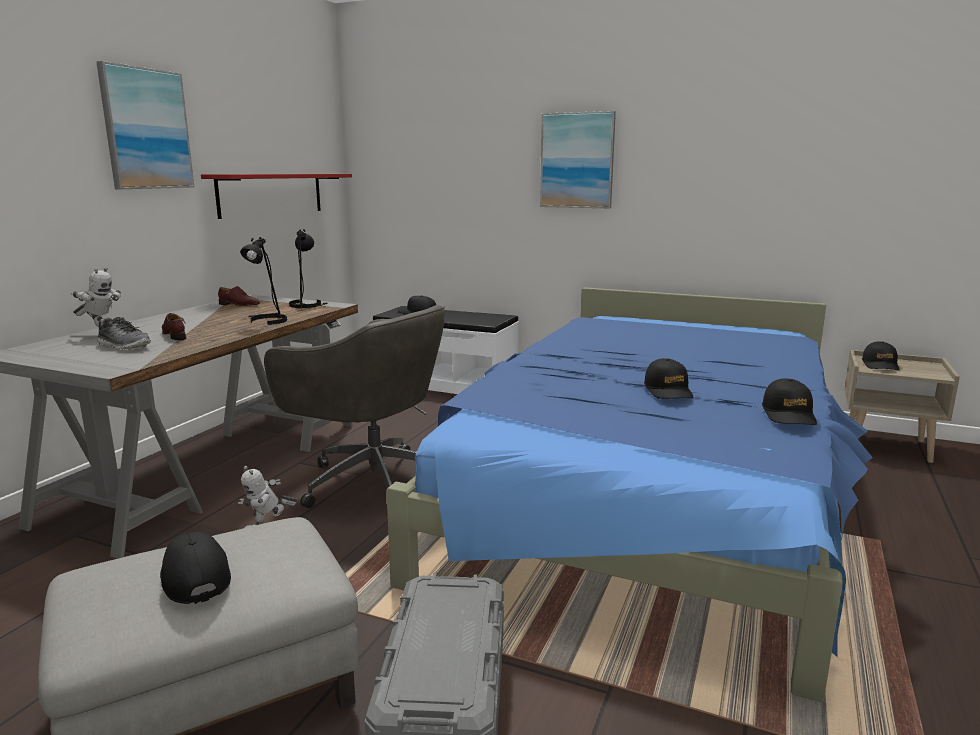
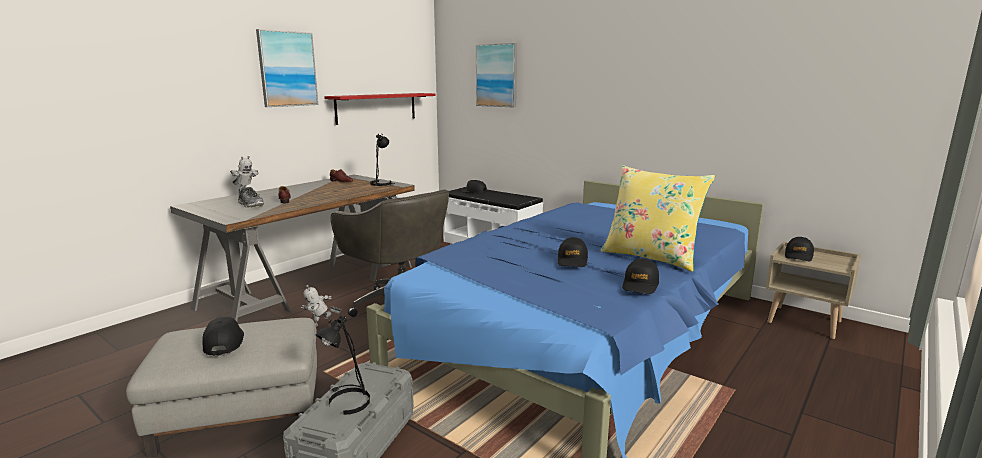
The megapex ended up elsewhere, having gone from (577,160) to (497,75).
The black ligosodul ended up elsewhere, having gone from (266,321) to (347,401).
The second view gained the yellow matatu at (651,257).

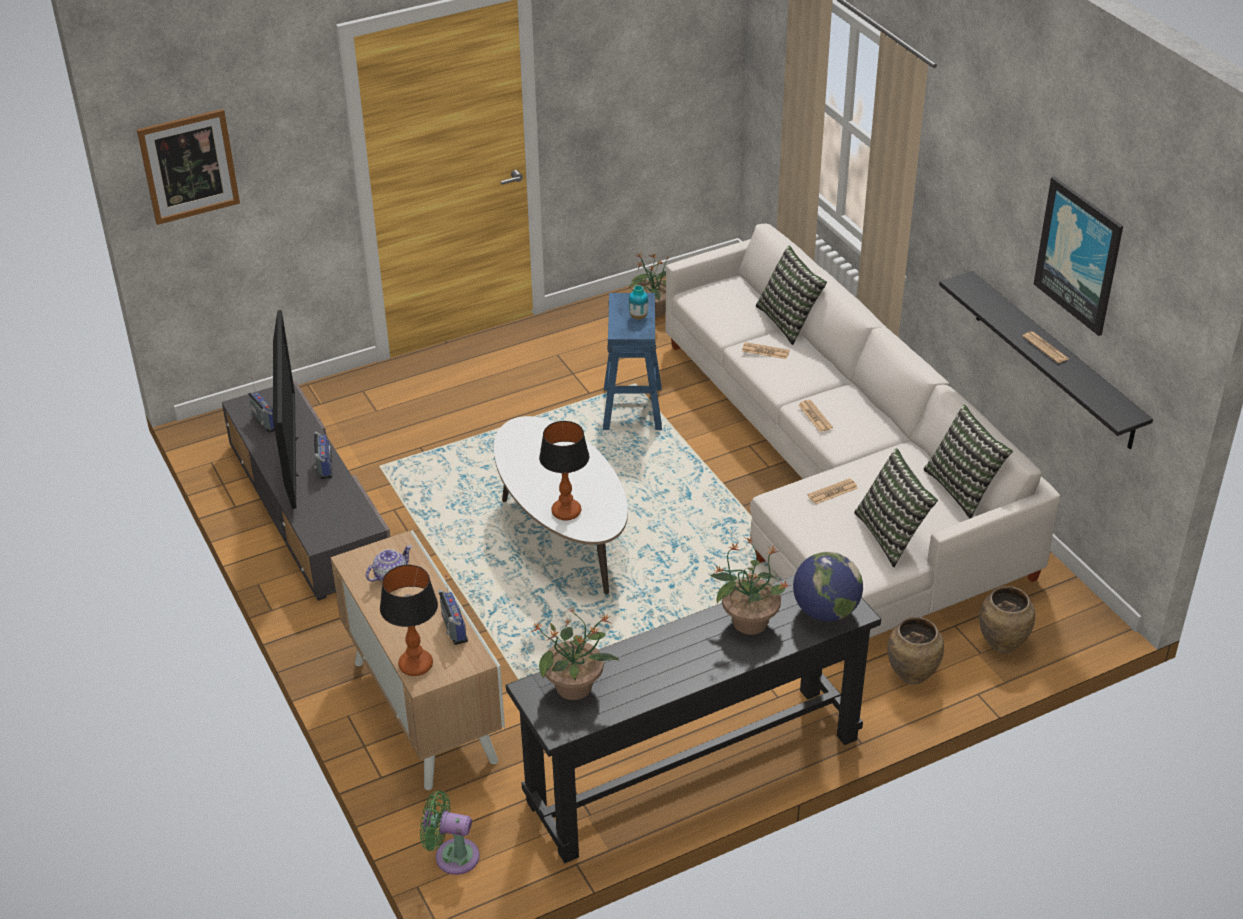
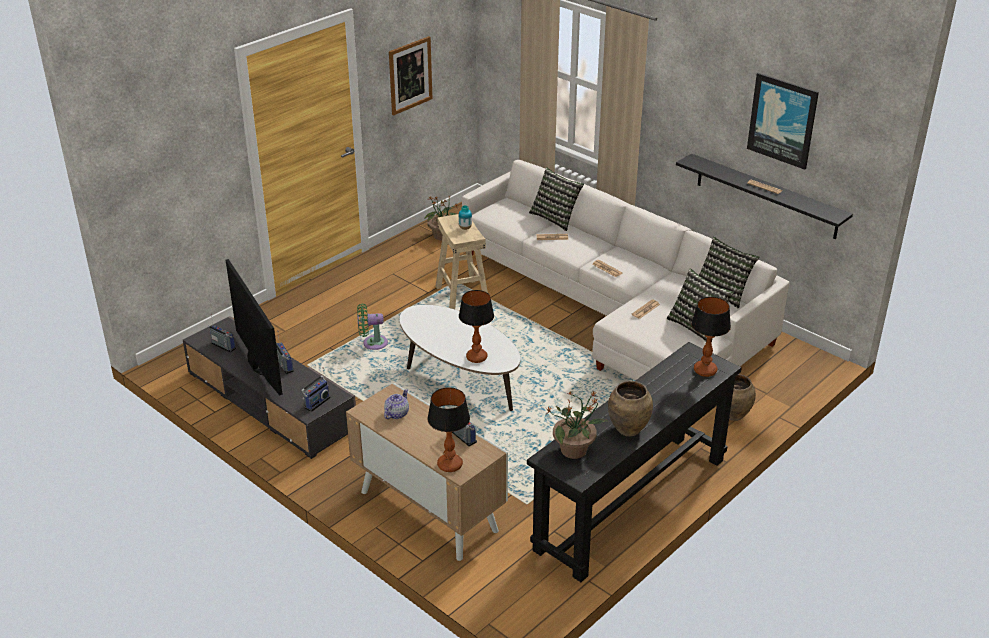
The megapex ended up elsewhere, having gone from (189,166) to (410,75).
What was the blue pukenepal at (631,407) turned into the beige pukenepal at (461,295).
The second view lost the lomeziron at (749,621).
Where the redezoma stood at (825,611), the ligosodul came to stand at (705,370).
The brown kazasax ended up elsewhere, having gone from (1002,644) to (628,430).
The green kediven ended up elsewhere, having gone from (452,855) to (372,343).
The second view gained the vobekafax at (316,402).

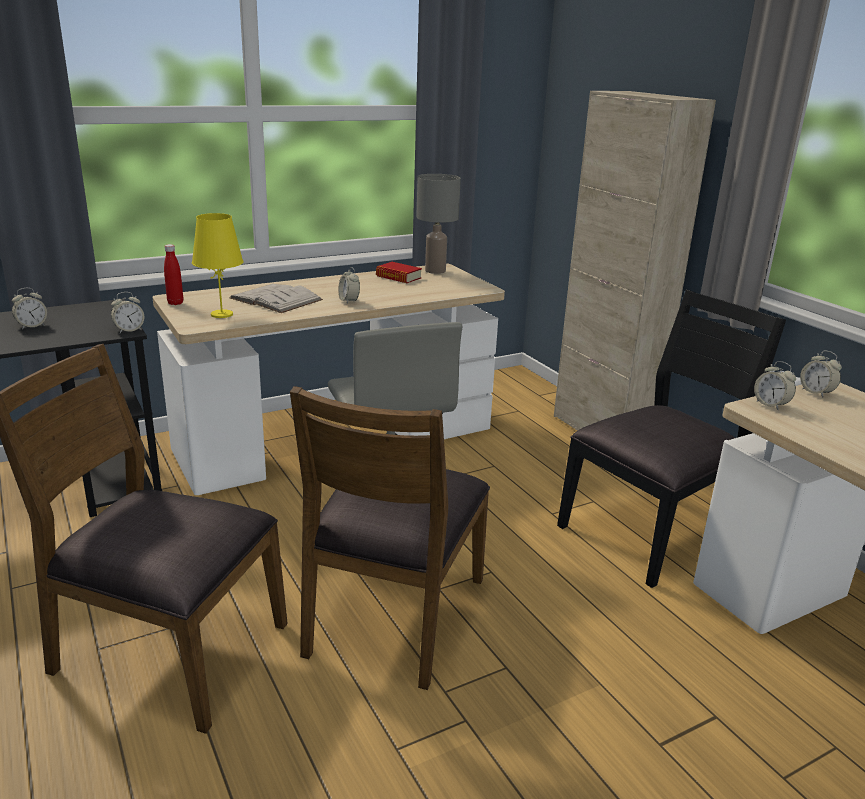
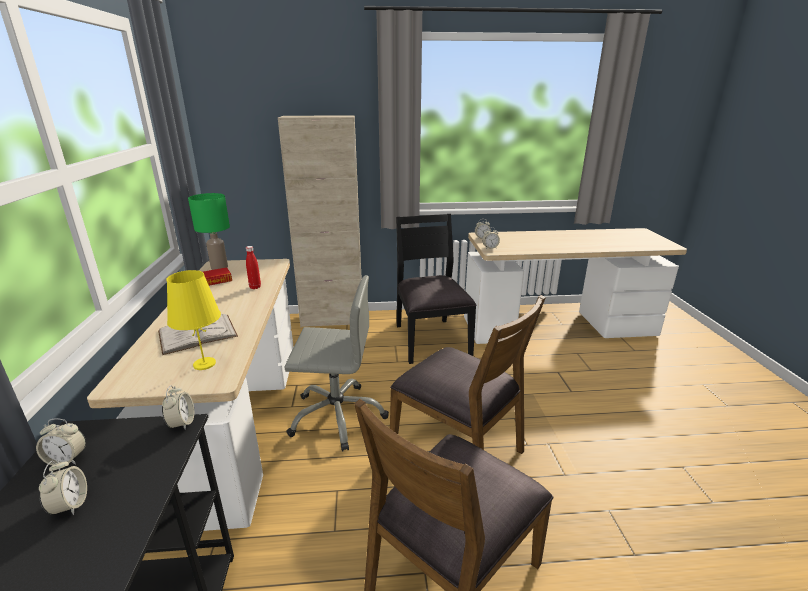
What was the grey ligosodul at (436,271) turned into the green ligosodul at (219,267).
The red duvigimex ended up elsewhere, having gone from (175,303) to (255,287).
The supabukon ended up elsewhere, having gone from (349,301) to (67,459).

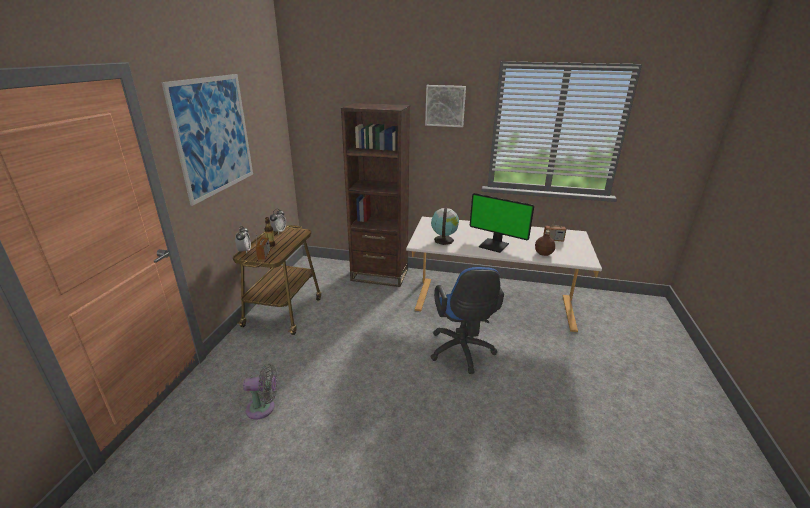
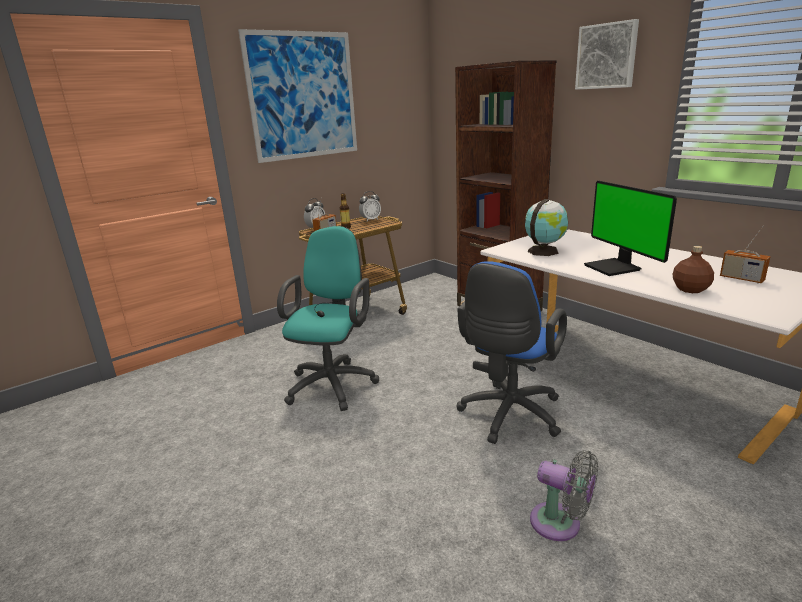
The grey kediven ended up elsewhere, having gone from (263,408) to (560,524).
The second view gained the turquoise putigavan at (333,383).

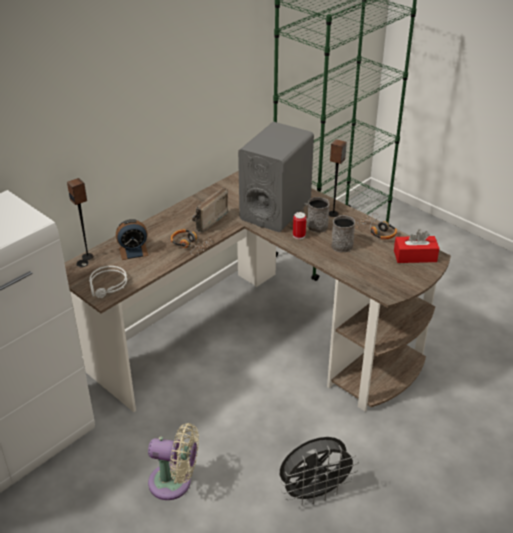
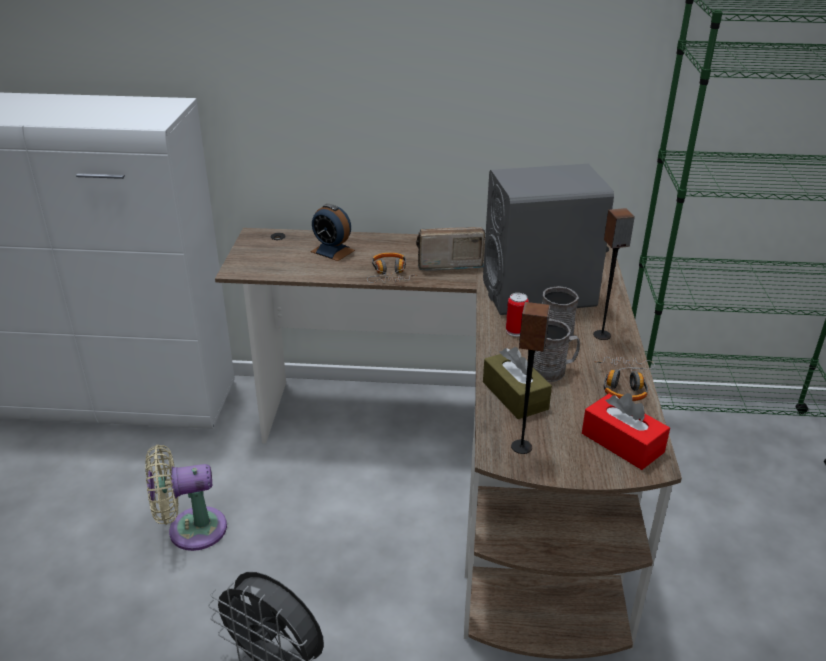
The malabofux ended up elsewhere, having gone from (88,256) to (522,447).
The second view lost the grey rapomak at (108,286).
The beige kediven at (174,483) ended up facing another way, 105 degrees clockwise from before.
The second view gained the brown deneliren at (515,395).

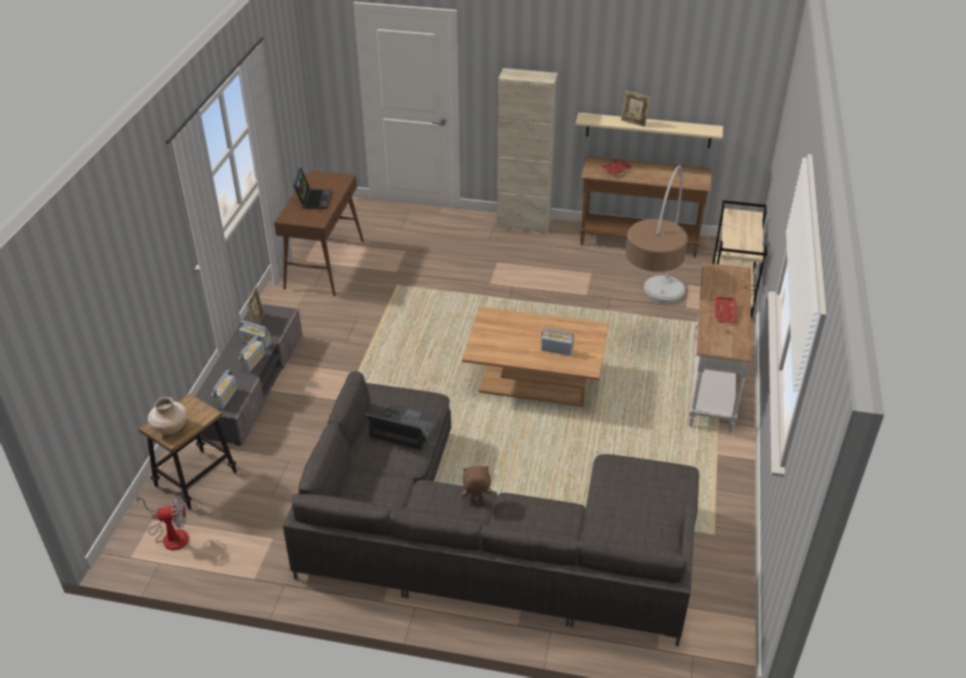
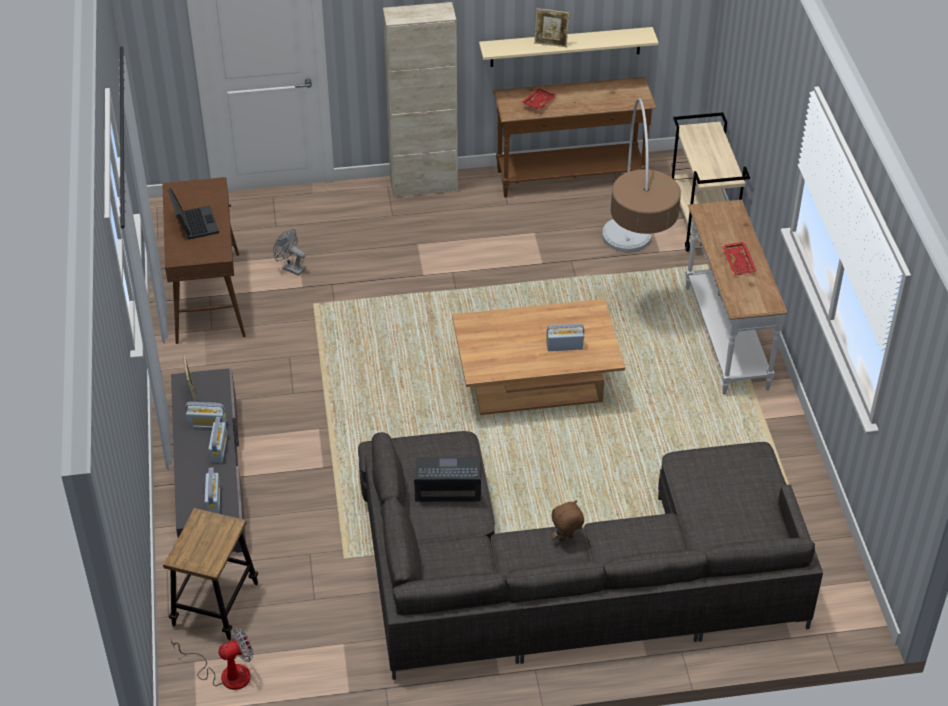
The second view lost the beige kazasax at (171,428).
The second view gained the grey kediven at (290,268).

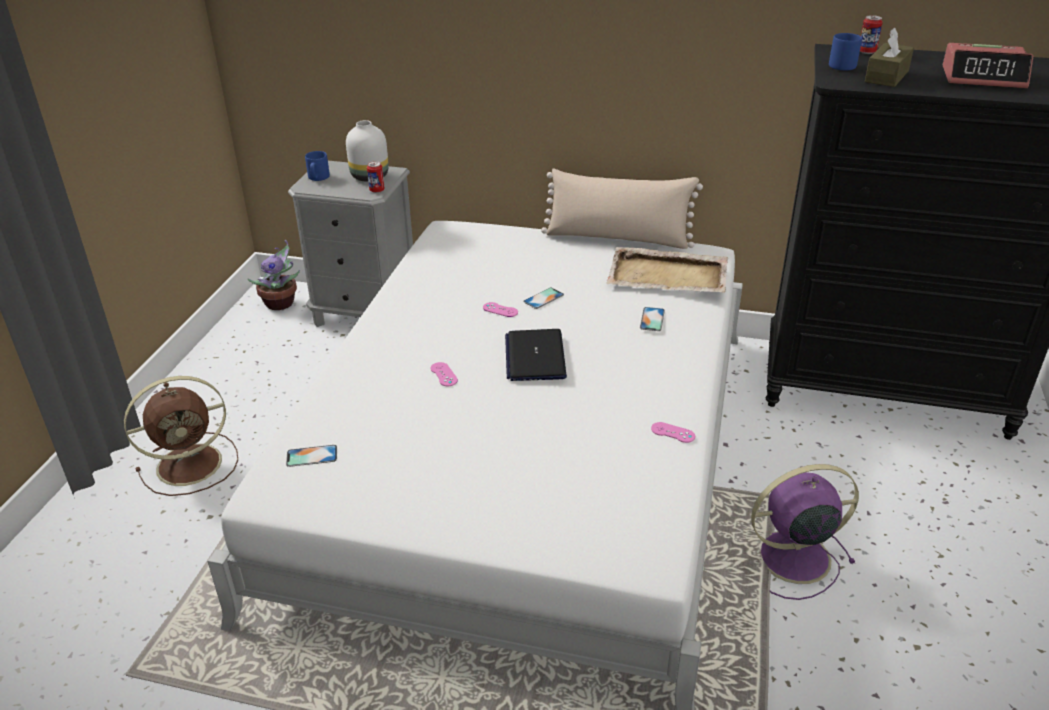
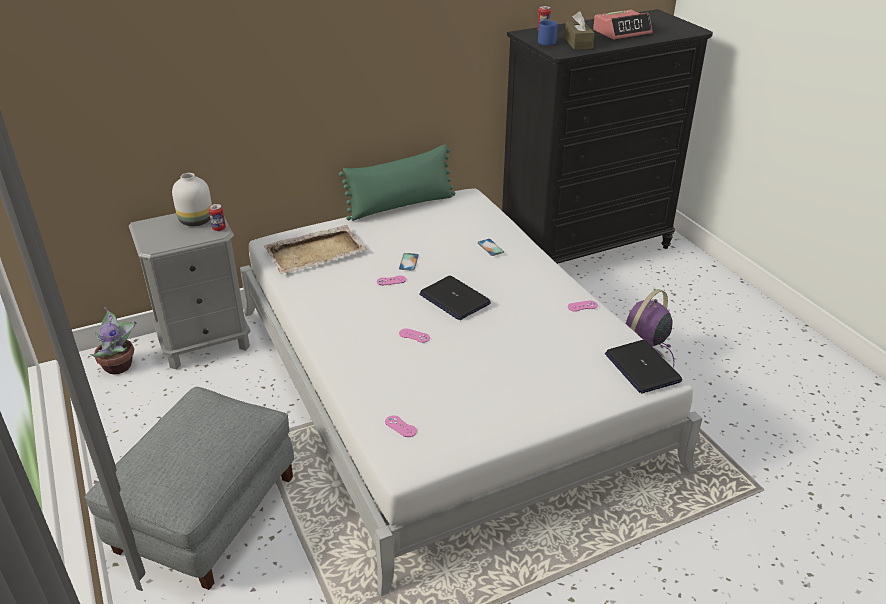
The second view lost the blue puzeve at (318,178).
What was the beige matatu at (618,238) turned into the green matatu at (401,206).
The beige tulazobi ended up elsewhere, having gone from (669,275) to (316,252).
Where the brown kediven stood at (192,463), the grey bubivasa came to stand at (206,512).
Where the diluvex stood at (311,456), the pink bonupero came to stand at (400,426).
The second view gained the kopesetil at (642,367).

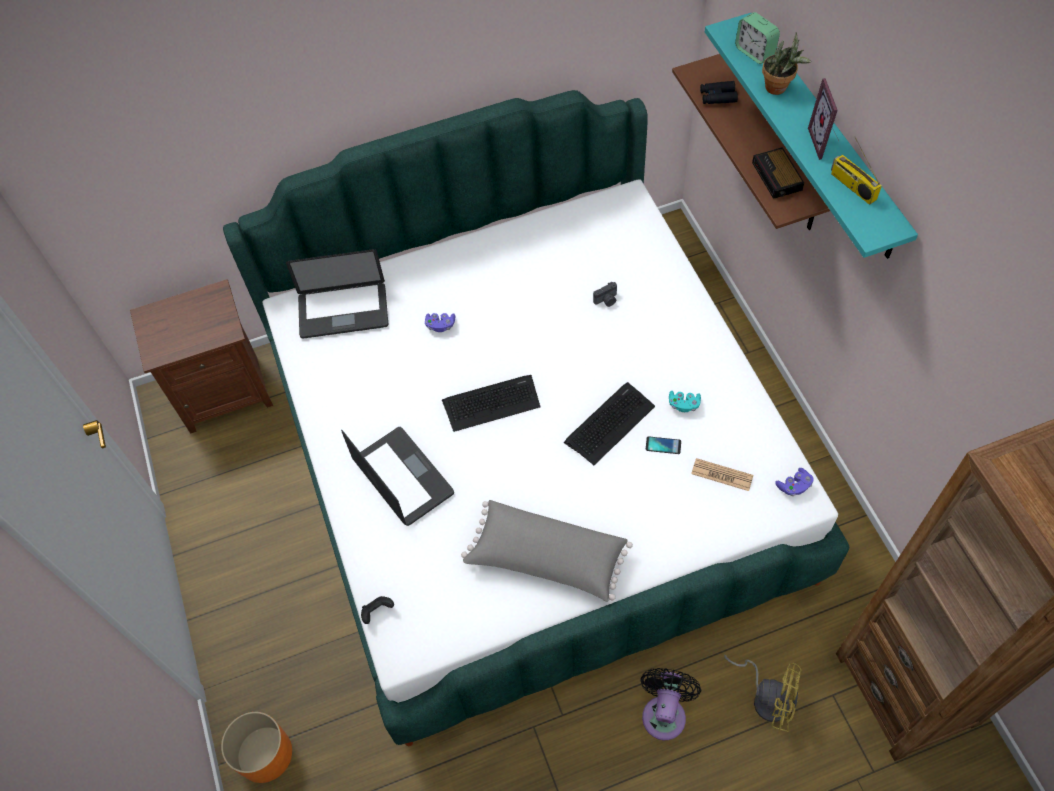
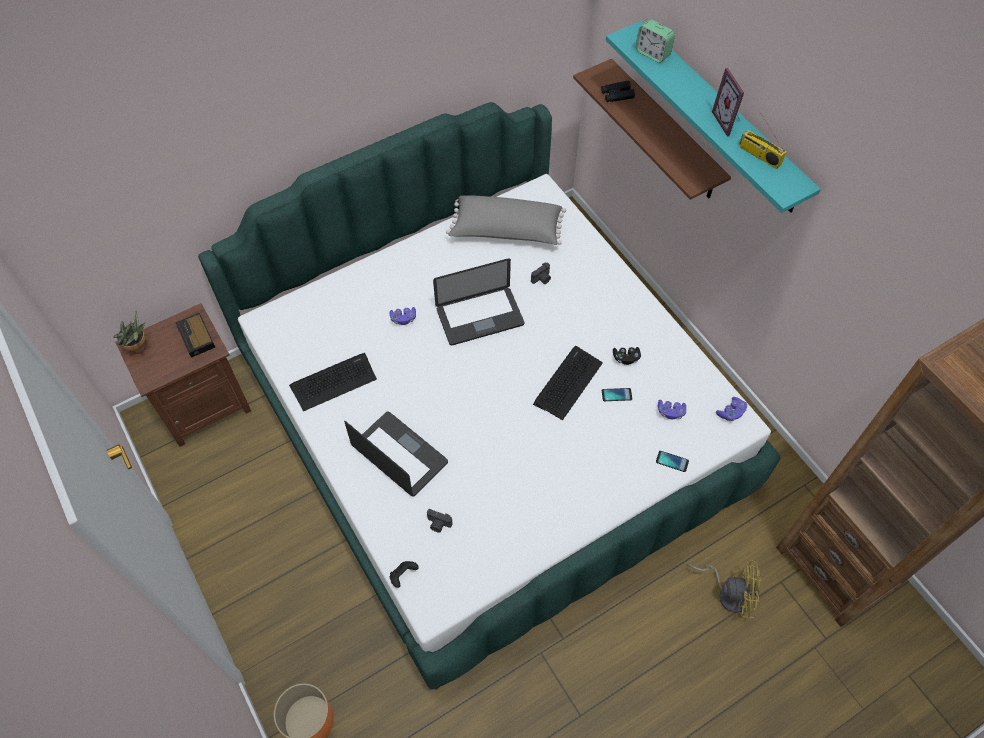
The lomeziron ended up elsewhere, having gone from (779,89) to (139,348).
The supabukon ended up elsewhere, having gone from (777,177) to (197,338).
The kopesetil ended up elsewhere, having gone from (343,311) to (480,317).
The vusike ended up elsewhere, having gone from (491,403) to (333,382).
What was the turquoise bonupero at (683,404) turned into the black bonupero at (626,358).
Where the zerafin stood at (722,475), the purple bonupero came to stand at (670,412).
The grey matatu ended up elsewhere, having gone from (546,559) to (506,231).
The second view lost the black kediven at (665,712).
The second view gained the diluvex at (672,461).
The second view gained the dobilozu at (438,524).

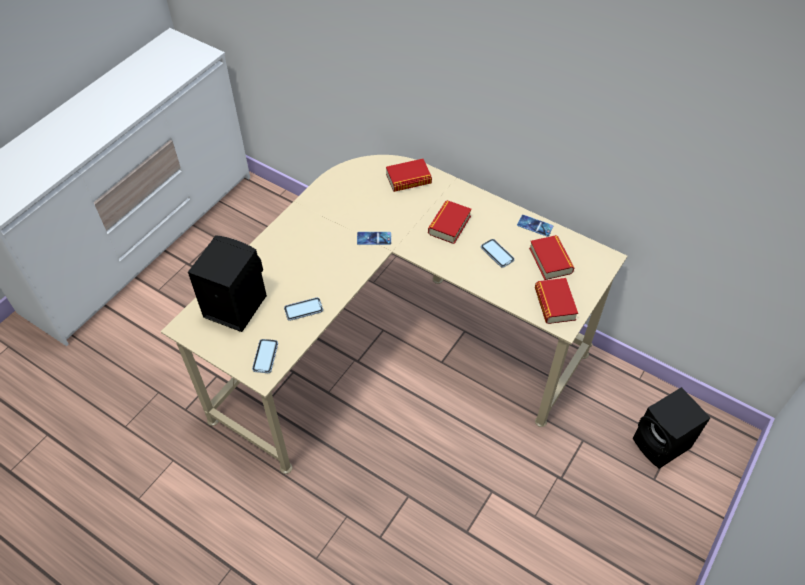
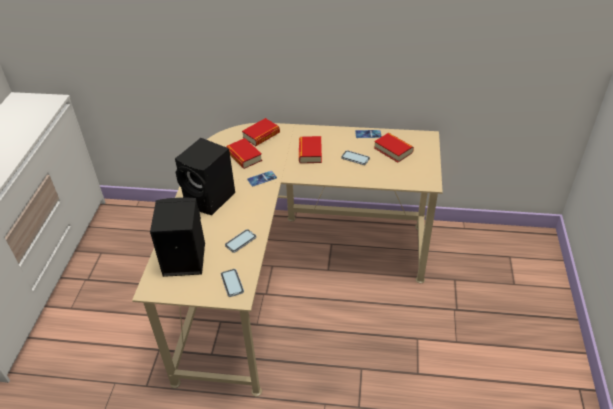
The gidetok ended up elsewhere, having gone from (554,304) to (244,156).
The black malabofux ended up elsewhere, having gone from (662,445) to (211,199).

